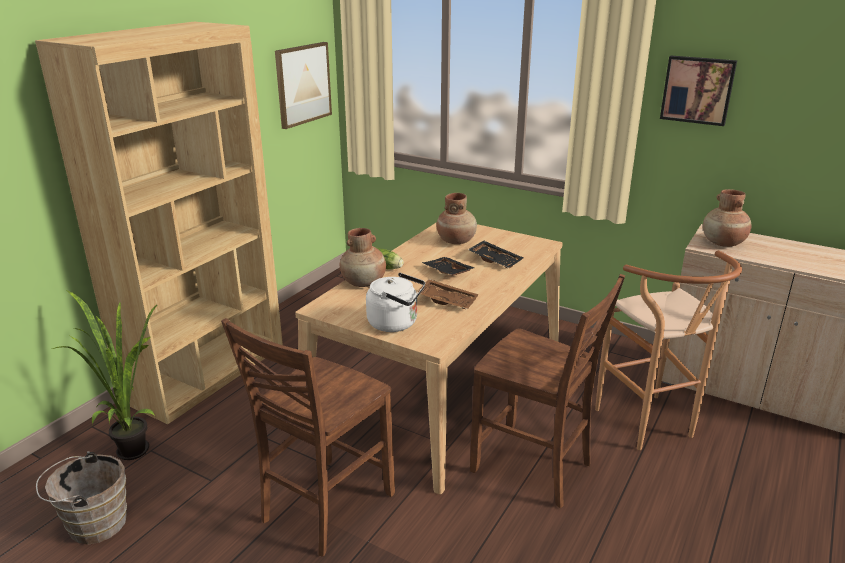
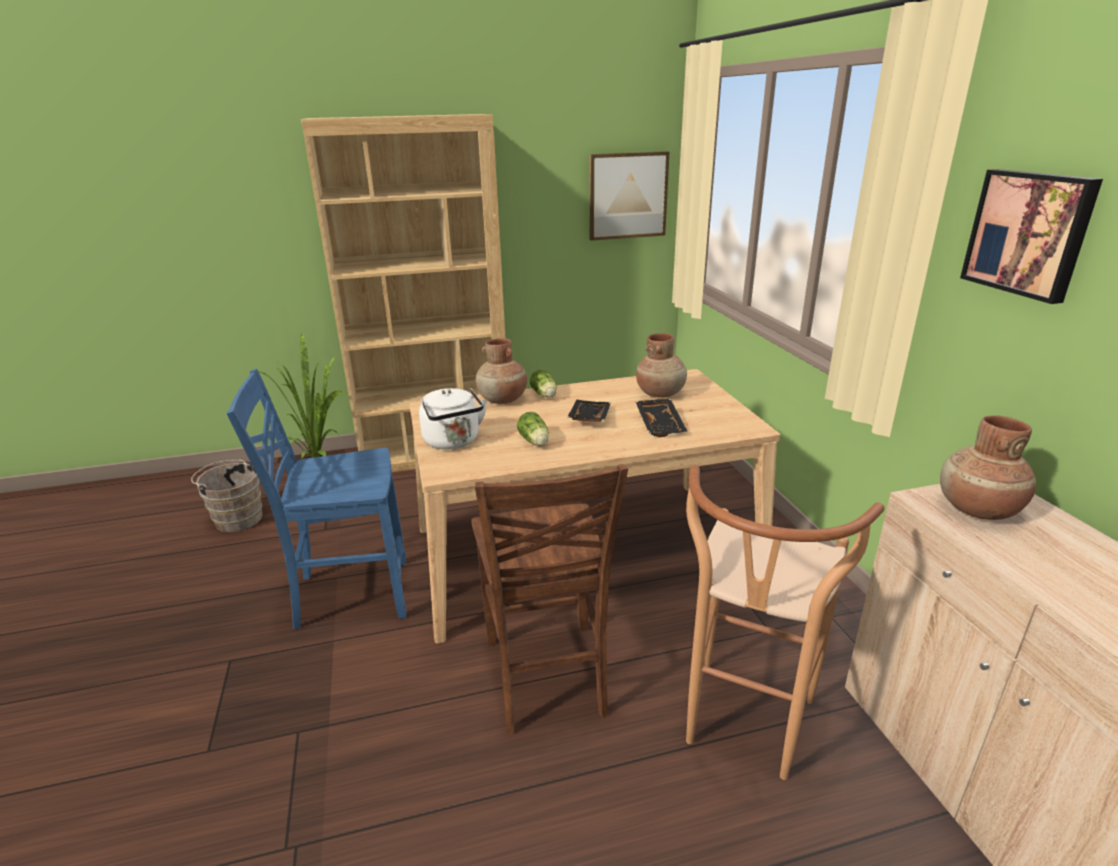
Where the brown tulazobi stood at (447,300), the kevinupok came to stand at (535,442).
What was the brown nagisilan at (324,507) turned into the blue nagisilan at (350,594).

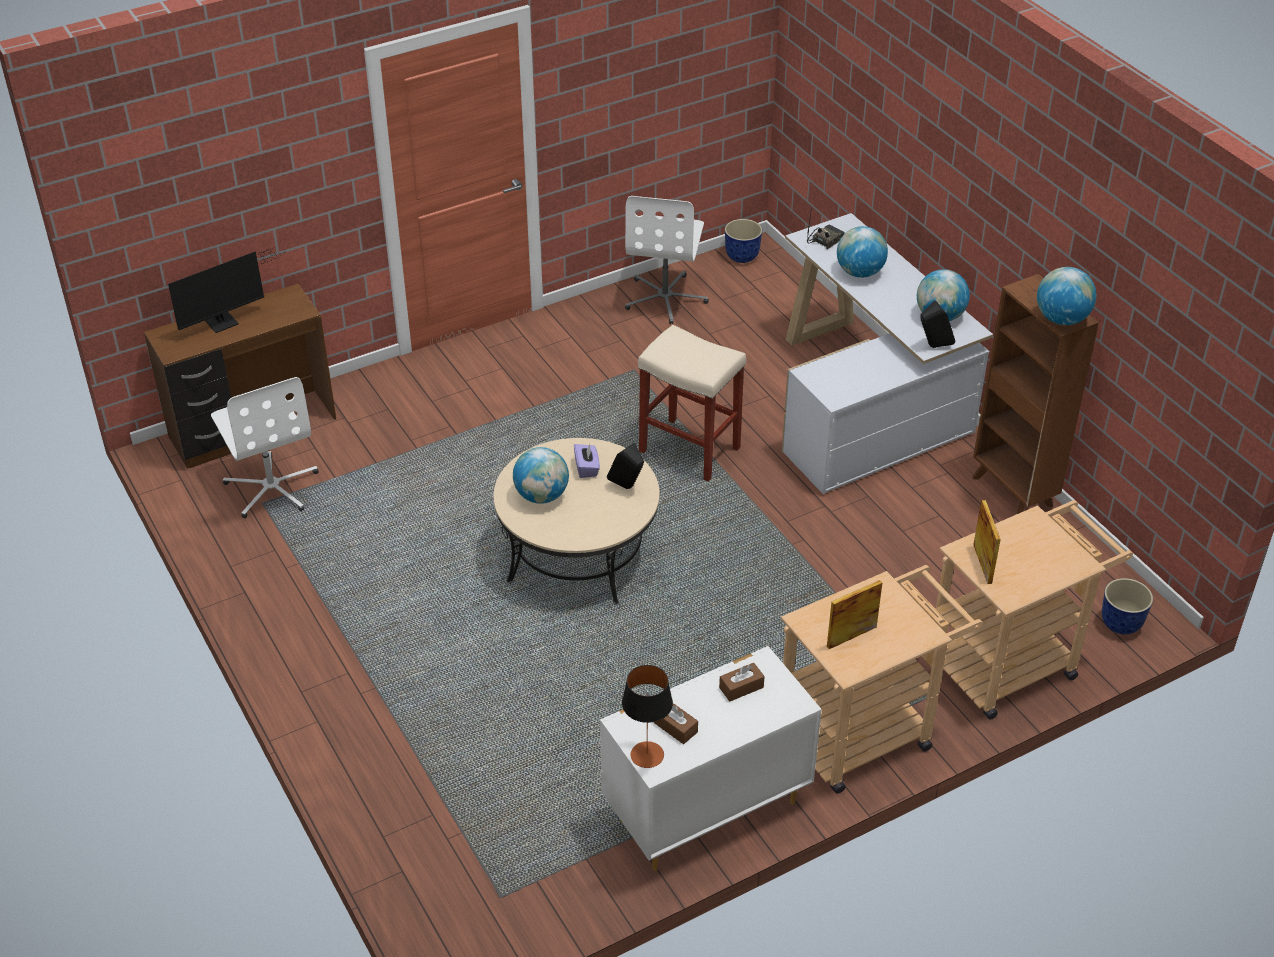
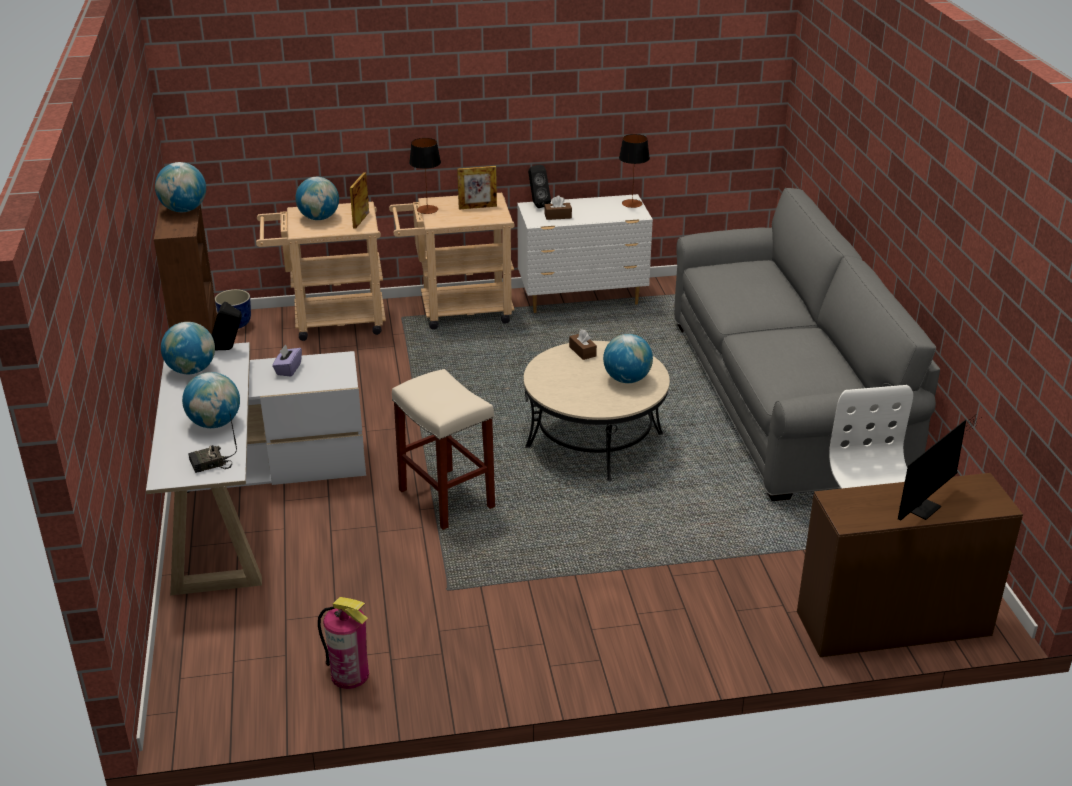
Where the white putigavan stood at (665,298), the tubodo came to stand at (350,674).
The second view lost the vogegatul at (742,256).
The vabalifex at (226,321) ended up facing another way, 150 degrees clockwise from before.
The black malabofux ended up elsewhere, having gone from (627,487) to (537,204).
The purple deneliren ended up elsewhere, having gone from (587,468) to (288,369).
The brown deneliren ended up elsewhere, having gone from (675,727) to (582,351).
The second view gained the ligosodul at (427,209).
The second view gained the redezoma at (319,218).
The second view gained the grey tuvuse at (783,398).

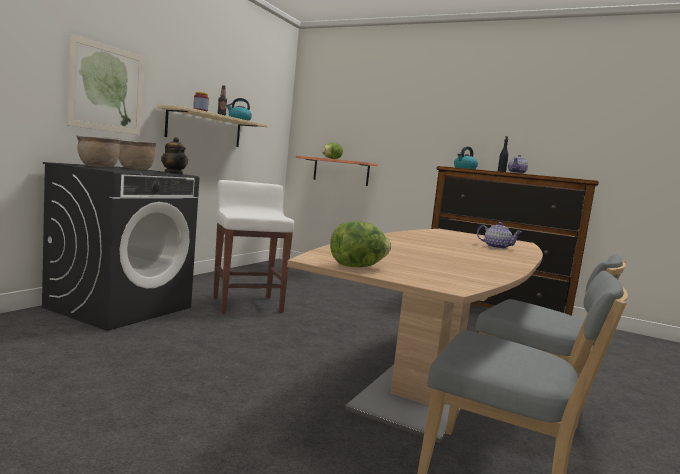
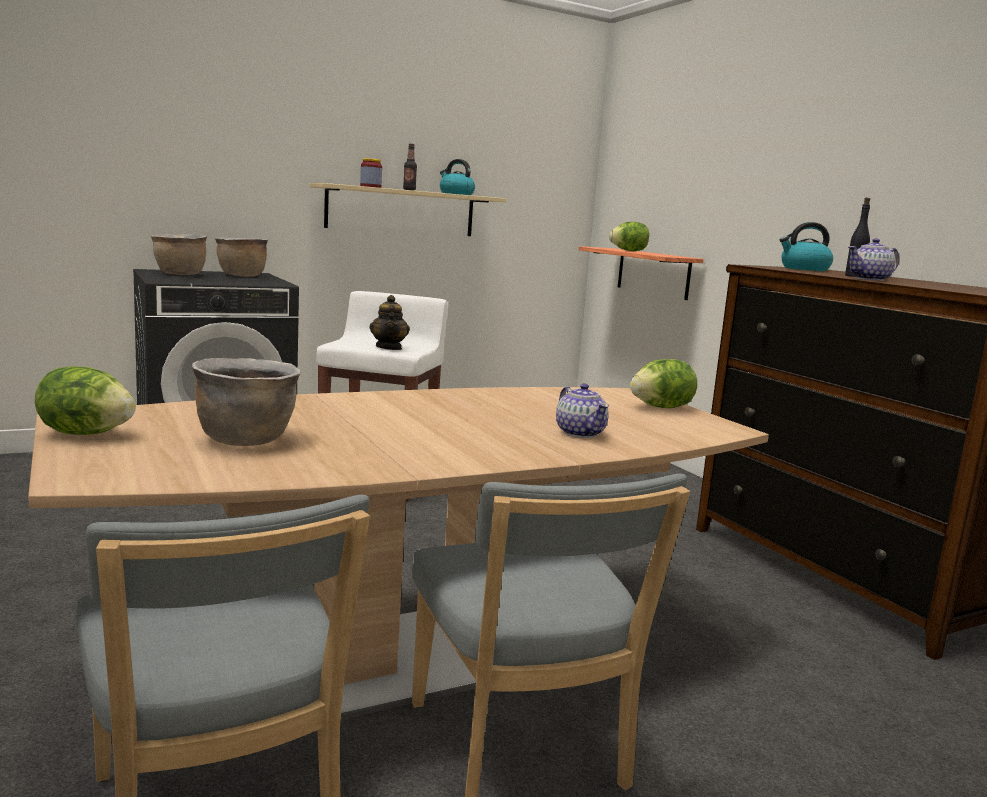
The second view lost the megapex at (107,88).
The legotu ended up elsewhere, having gone from (174,173) to (389,348).
The second view gained the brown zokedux at (246,440).
The second view gained the kevinupok at (661,407).

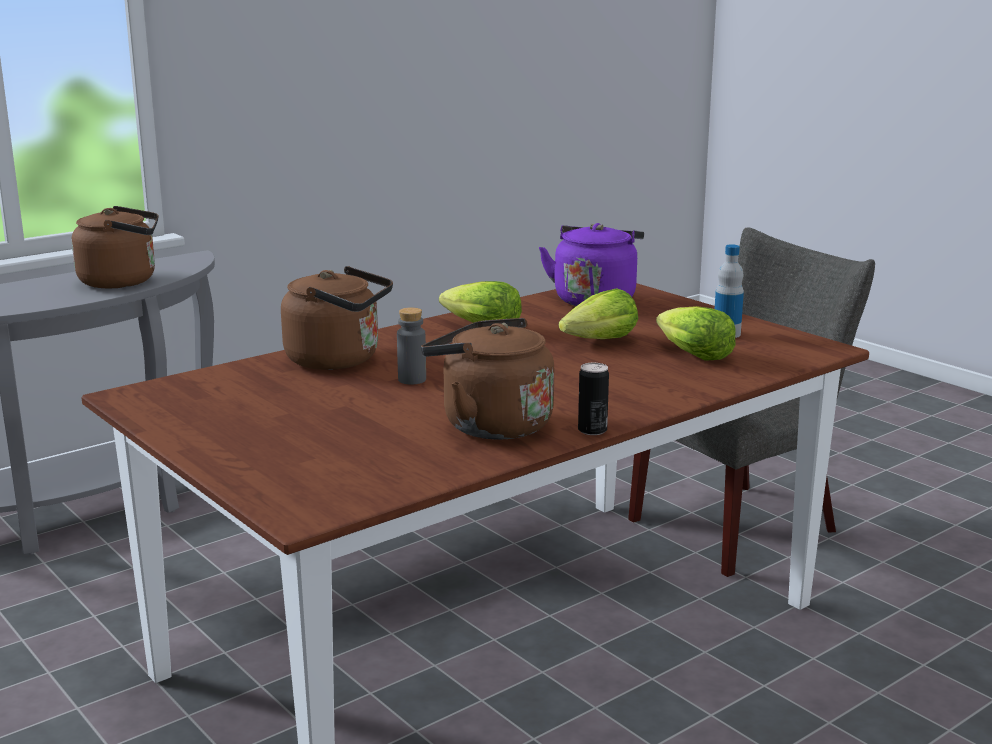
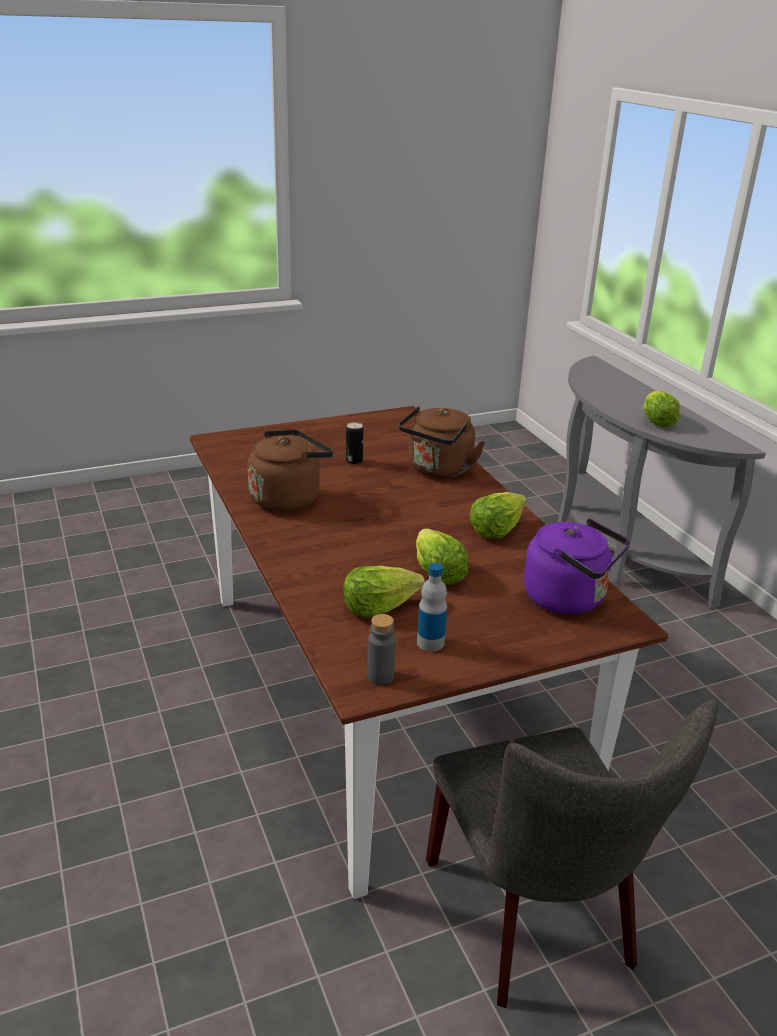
Where the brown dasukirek stood at (123,281), the kevinupok came to stand at (657,421).
The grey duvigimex ended up elsewhere, having gone from (412,380) to (380,676).
The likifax ended up elsewhere, having gone from (592,430) to (354,461).

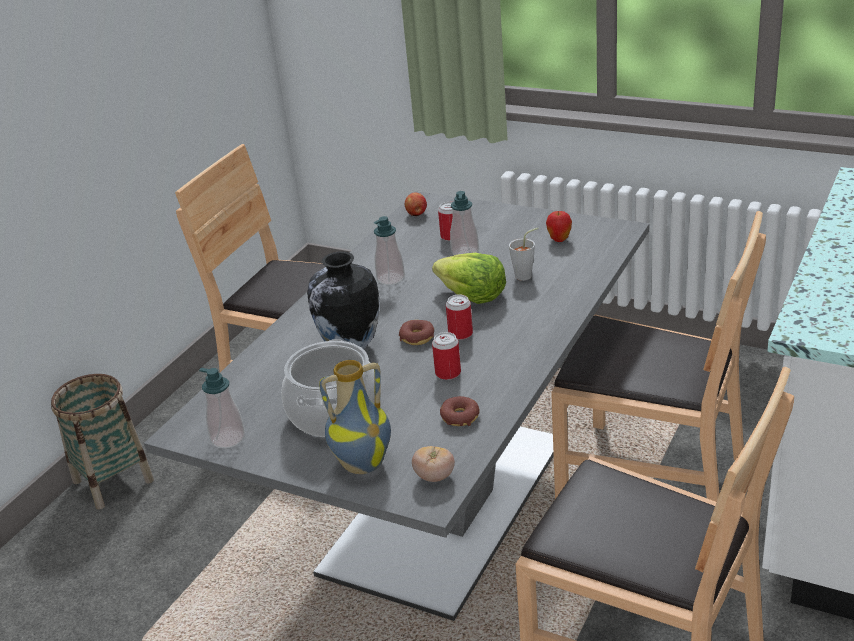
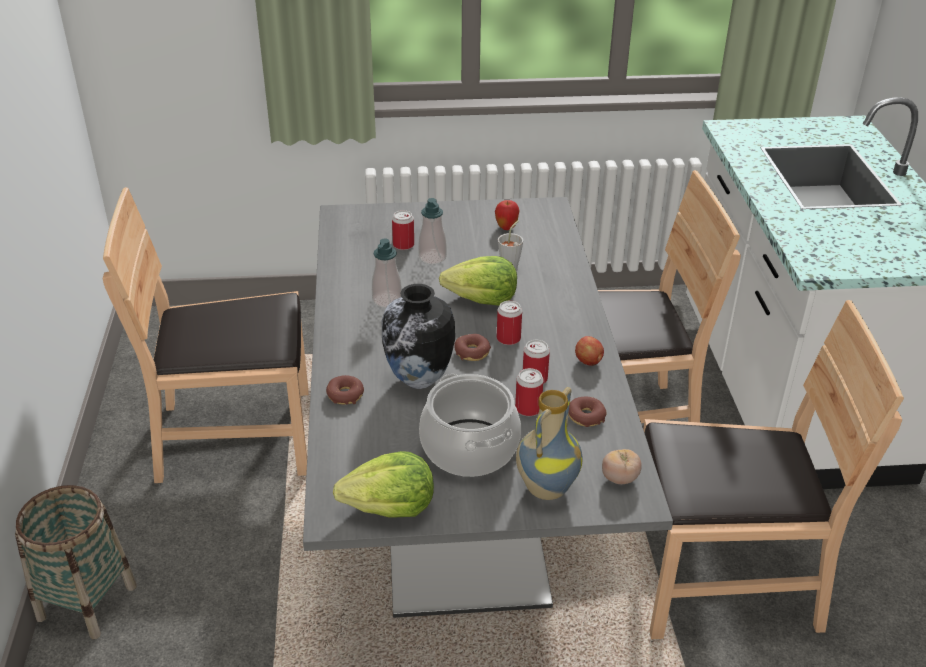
The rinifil ended up elsewhere, having gone from (416,214) to (588,362).
Where the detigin stood at (228,438), the kevinupok came to stand at (390,507).
The second view gained the likifax at (528,408).
The second view gained the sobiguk at (345,395).

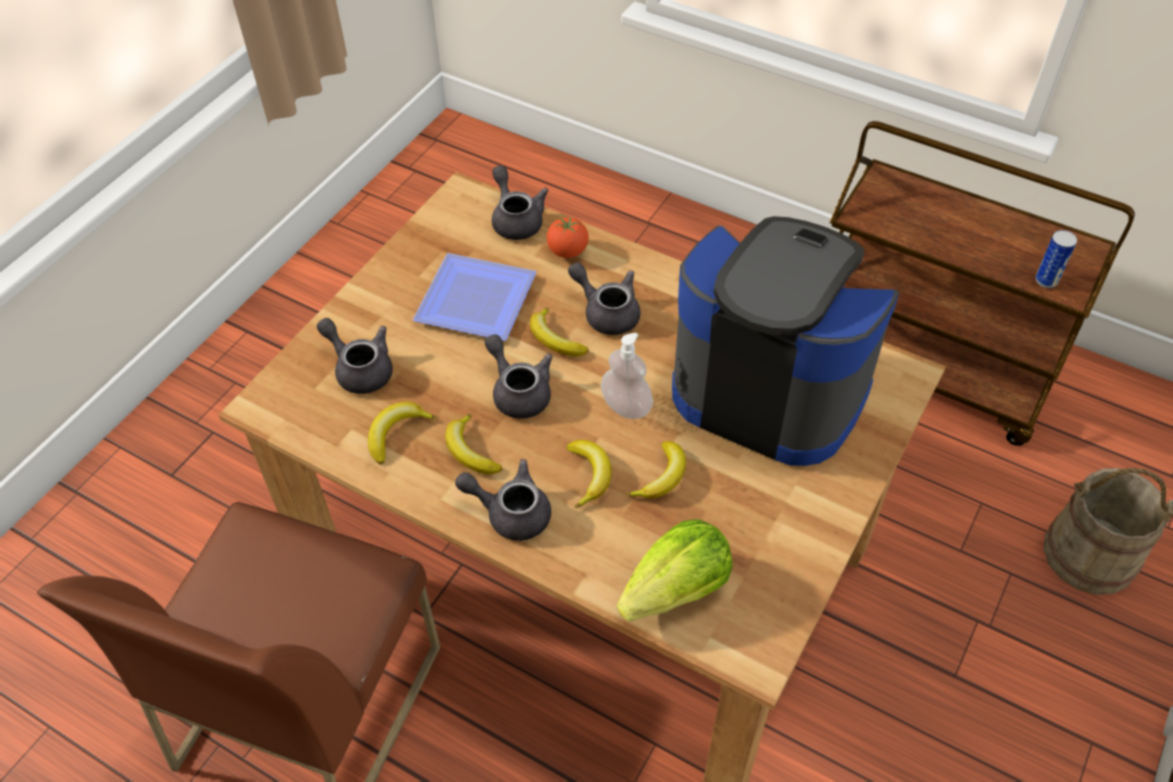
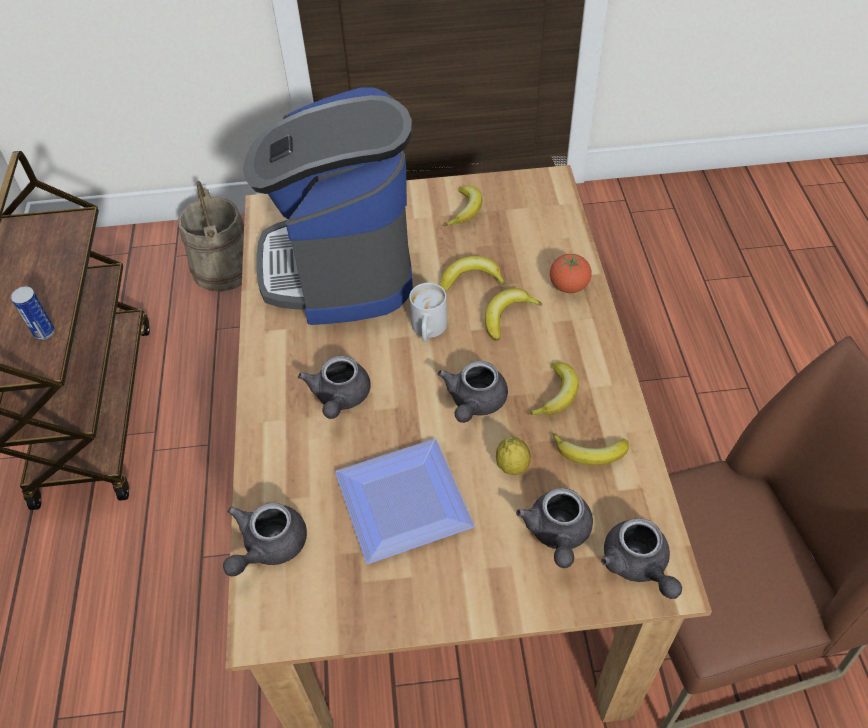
The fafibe ended up elsewhere, having gone from (568,251) to (568,286).
The likifax ended up elsewhere, having gone from (1046,280) to (44,332).
The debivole ended up elsewhere, having gone from (554,339) to (465,210).
Where the detigin stood at (626,406), the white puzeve came to stand at (428,331).
The grey legotu ended up elsewhere, having gone from (510,512) to (638,566).
The second view lost the kevinupok at (677,590).
The second view gained the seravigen at (512,466).

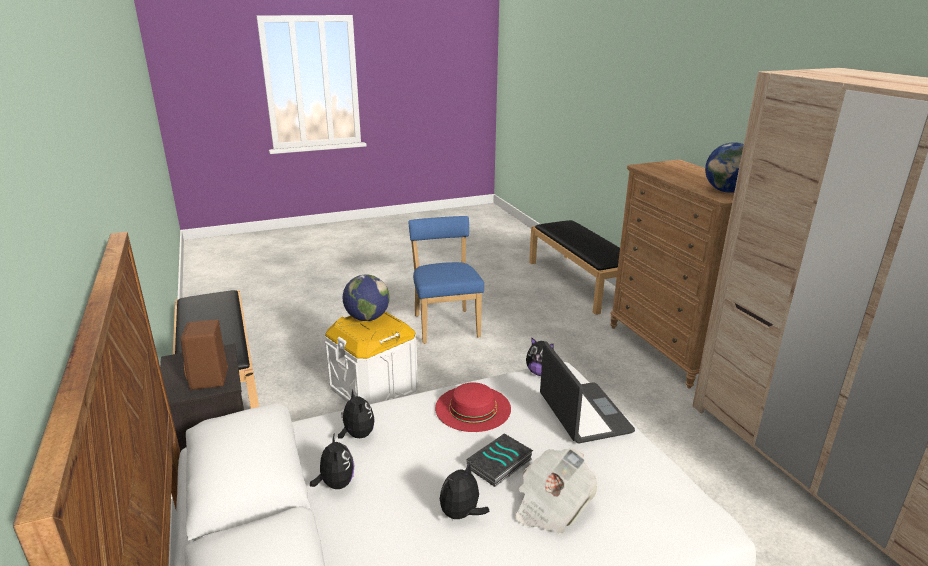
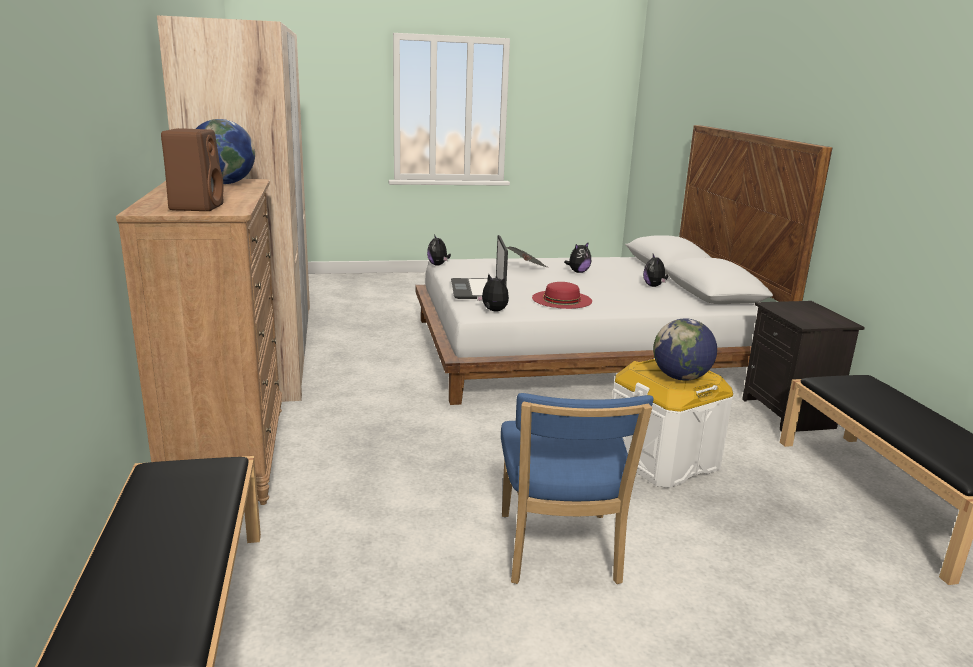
The brown malabofux ended up elsewhere, having gone from (209,380) to (197,207).
The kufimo ended up elsewhere, having gone from (357,435) to (438,265).
The second view lost the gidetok at (500,464).

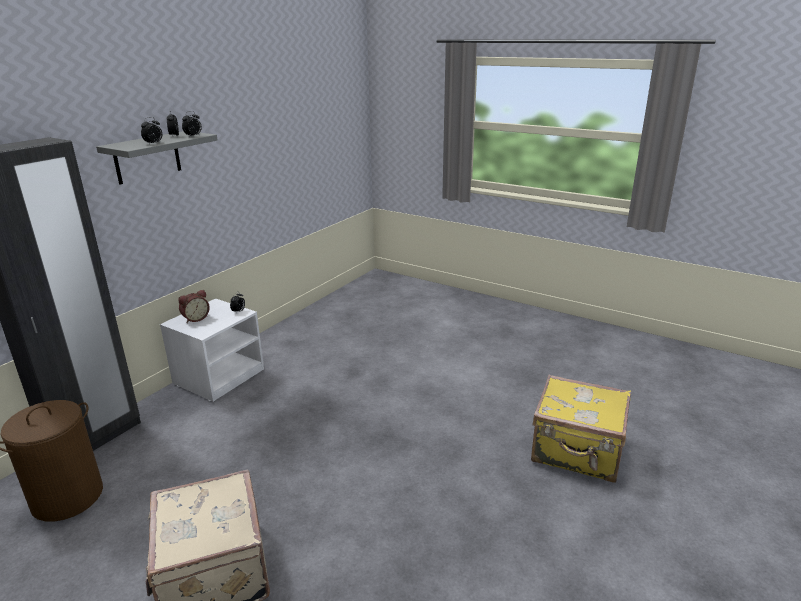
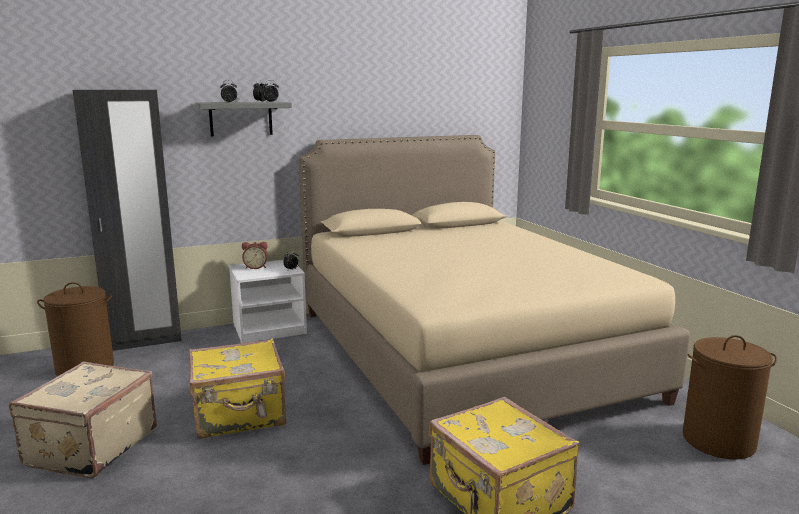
The second view gained the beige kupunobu at (461,352).
The second view gained the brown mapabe at (718,441).
The second view gained the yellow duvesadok at (240,416).

